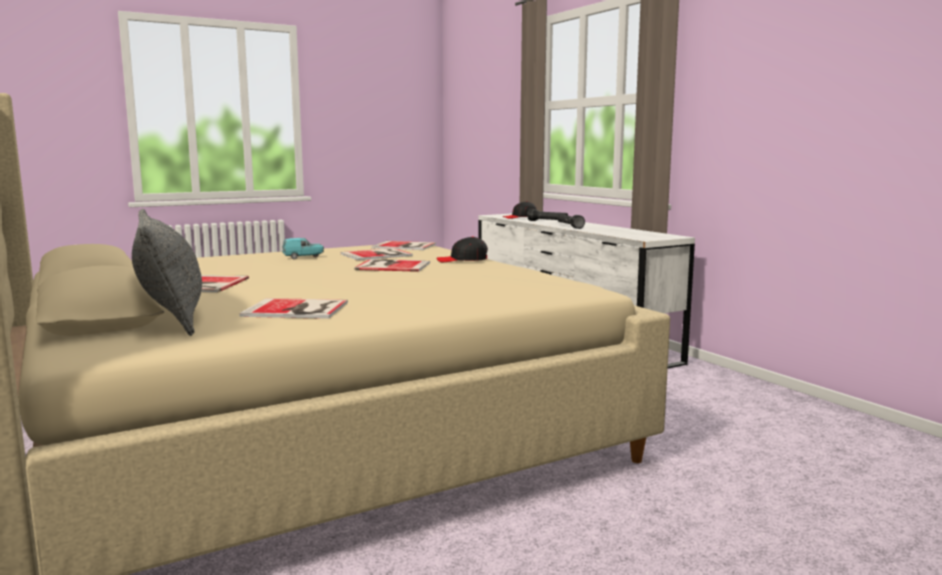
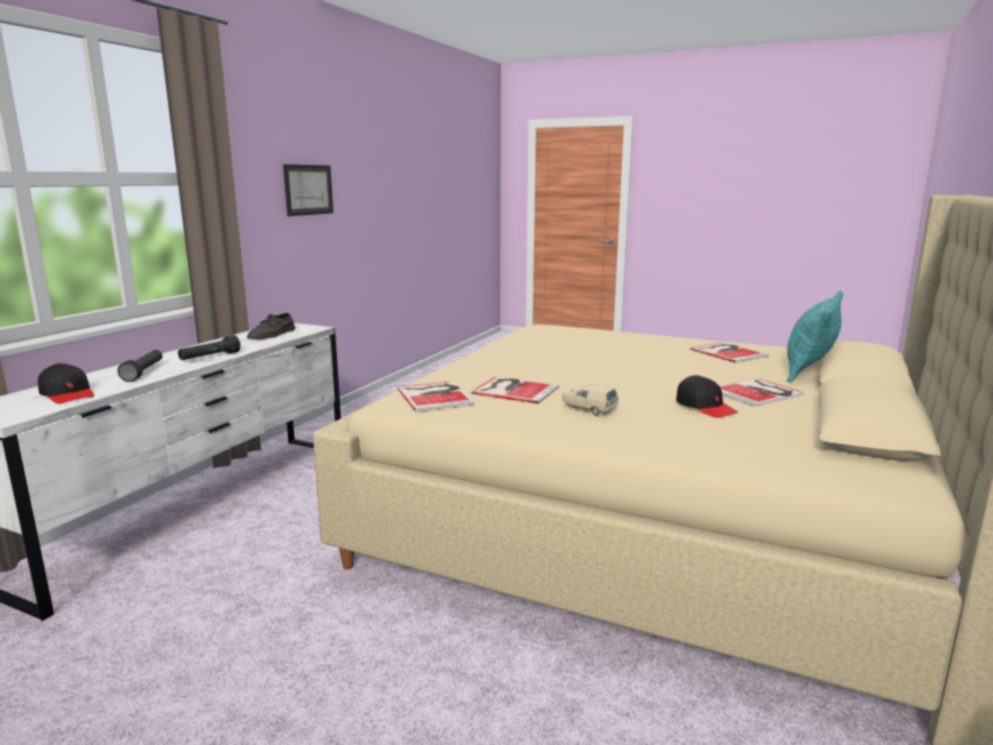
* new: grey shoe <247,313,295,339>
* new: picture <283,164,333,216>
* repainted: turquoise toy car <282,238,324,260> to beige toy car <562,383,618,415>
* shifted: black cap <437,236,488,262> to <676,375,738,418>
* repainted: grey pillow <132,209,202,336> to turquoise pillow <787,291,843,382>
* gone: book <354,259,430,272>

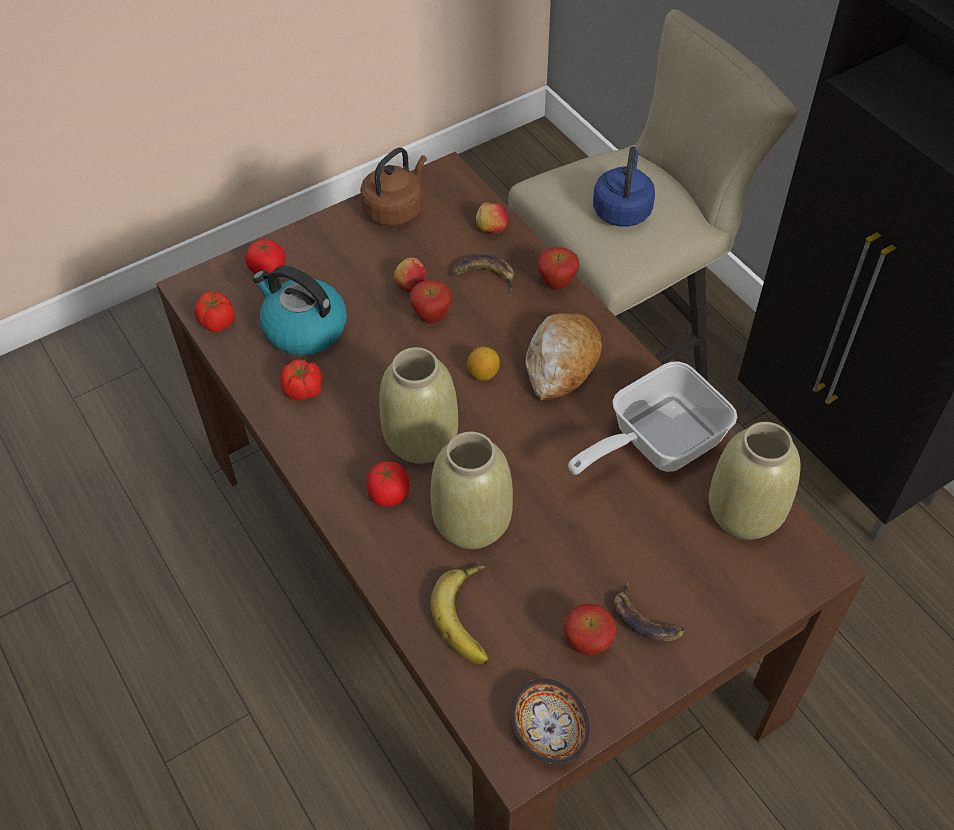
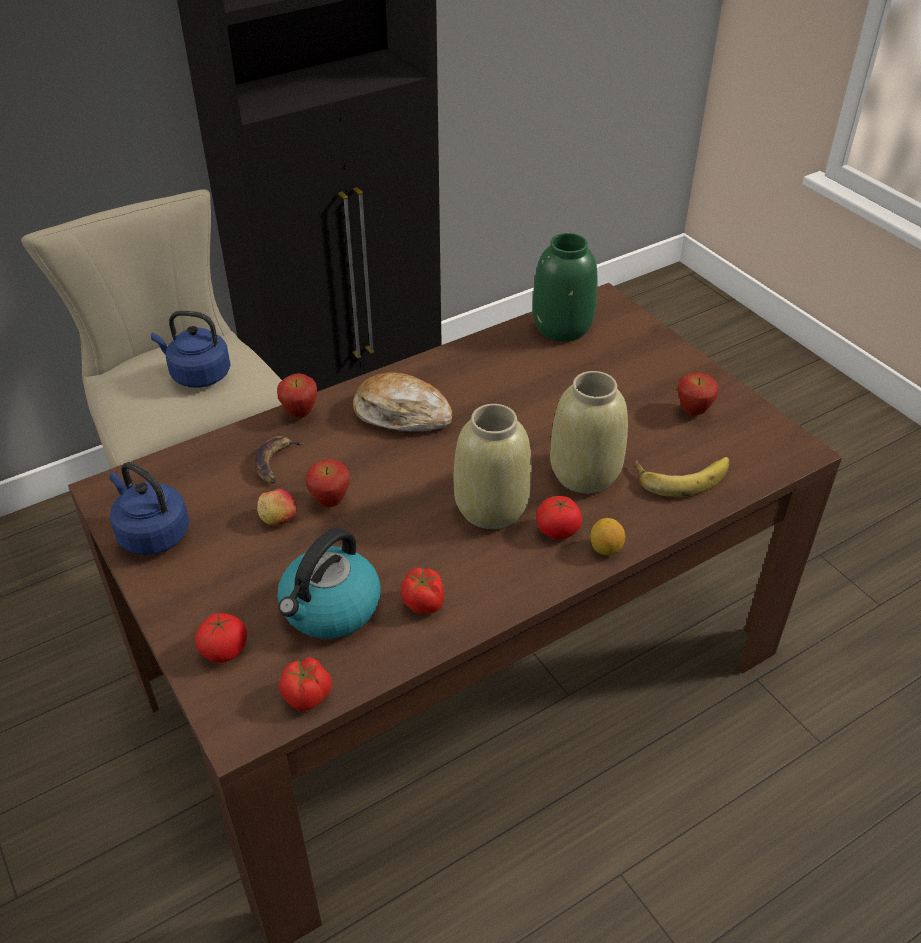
* repainted: brown kettle <360,148,427,226> to blue kettle <109,462,189,555>
* repainted: beige vase <709,422,801,540> to green vase <532,233,598,342>
* shifted: lemon <467,347,500,381> to <590,518,625,556>
* gone: apple <476,202,508,234>
* gone: bowl <511,679,590,764>
* gone: frying pan <568,361,737,475>
* gone: banana <614,582,685,641>

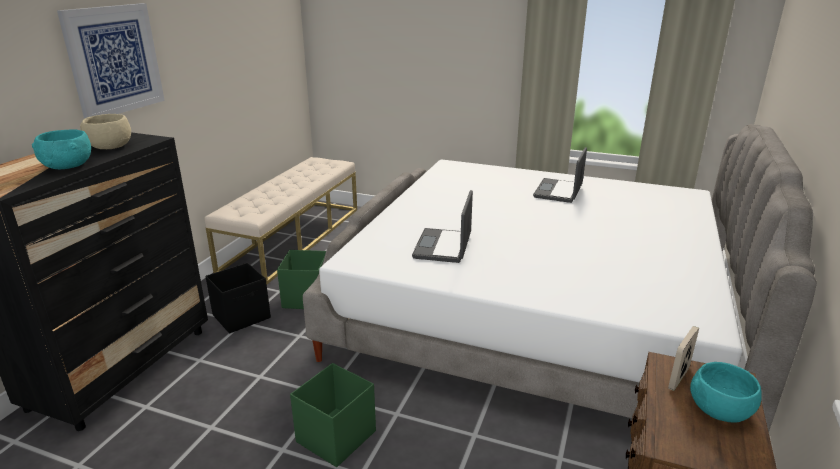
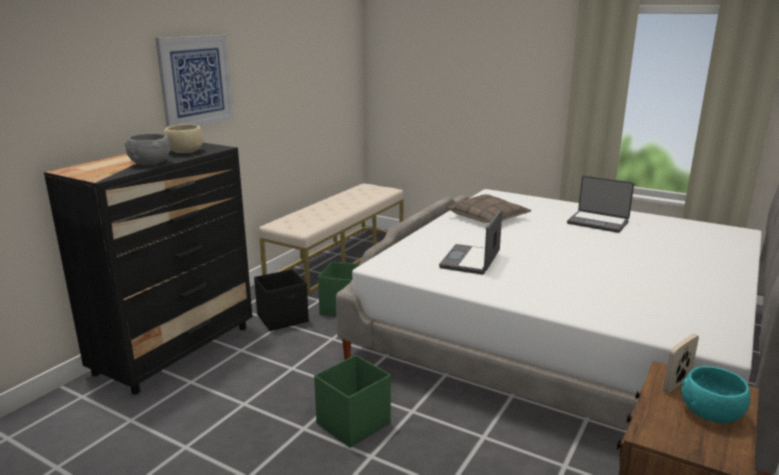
* repainted: turquoise bowl <32,129,91,169> to grey bowl <125,134,170,165>
* new: pillow <447,194,531,223>
* rotated: laptop <533,147,587,203> = <567,176,634,233> 90 degrees counterclockwise

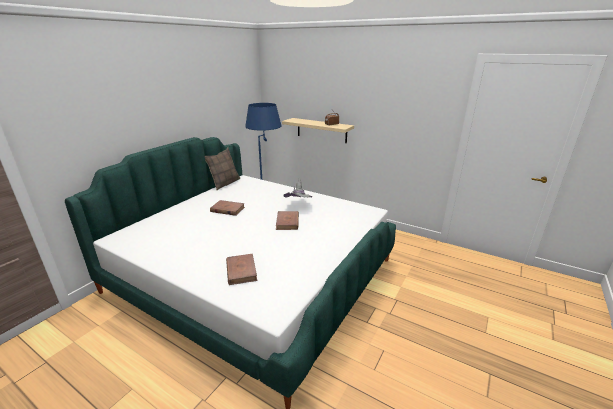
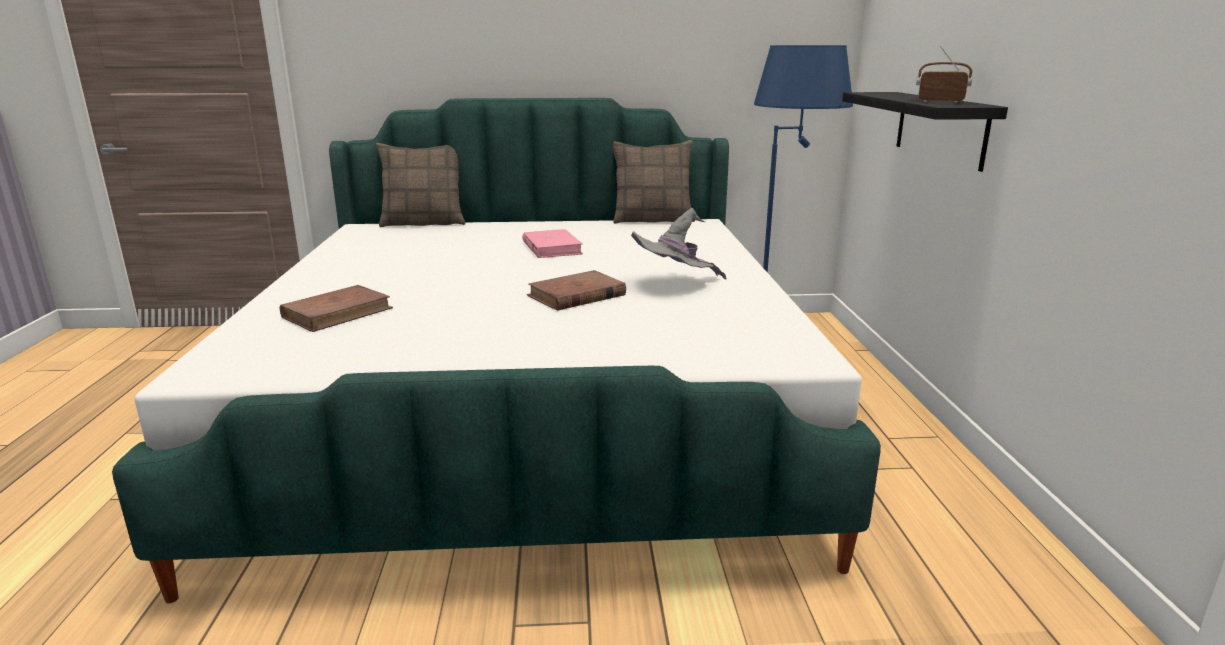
* new: pillow <376,143,465,227>
* repainted: brown book <210,200,245,216> to pink book <522,229,583,258>
* repainted: beige shelf <282,118,354,143> to black shelf <842,92,1008,172>

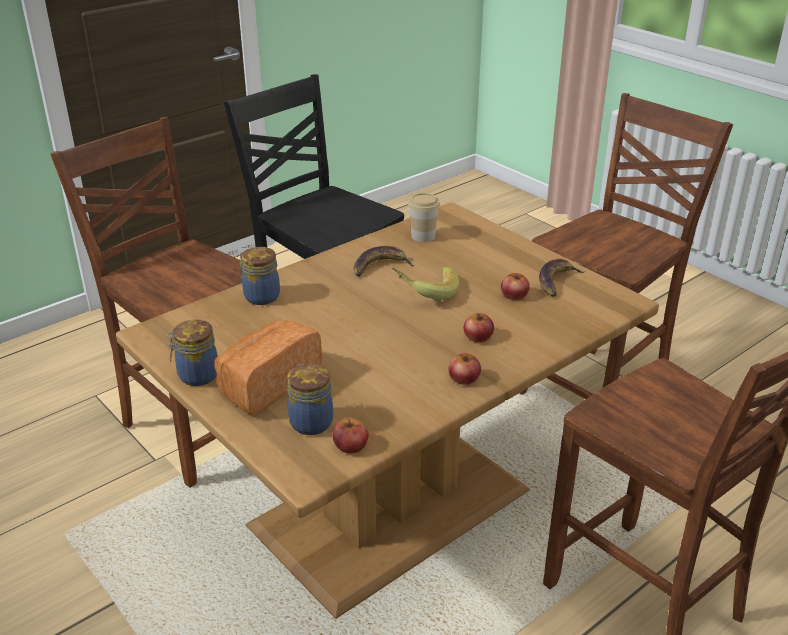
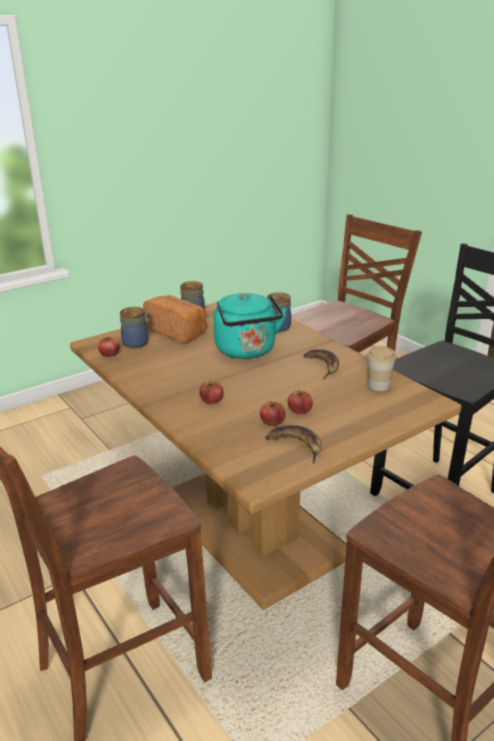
* new: turquoise kettle <213,293,287,359>
* shifted: apple <449,353,481,385> to <288,390,313,414>
* gone: banana <392,266,459,300>

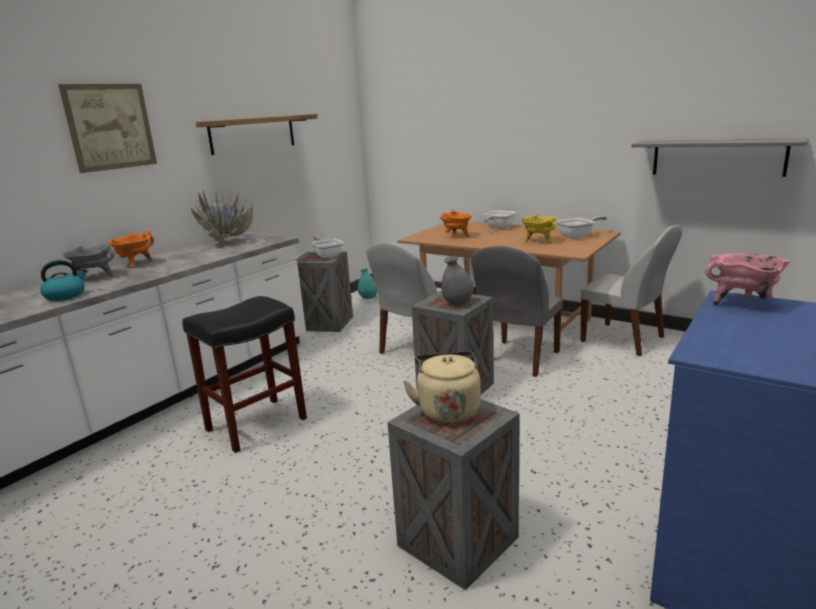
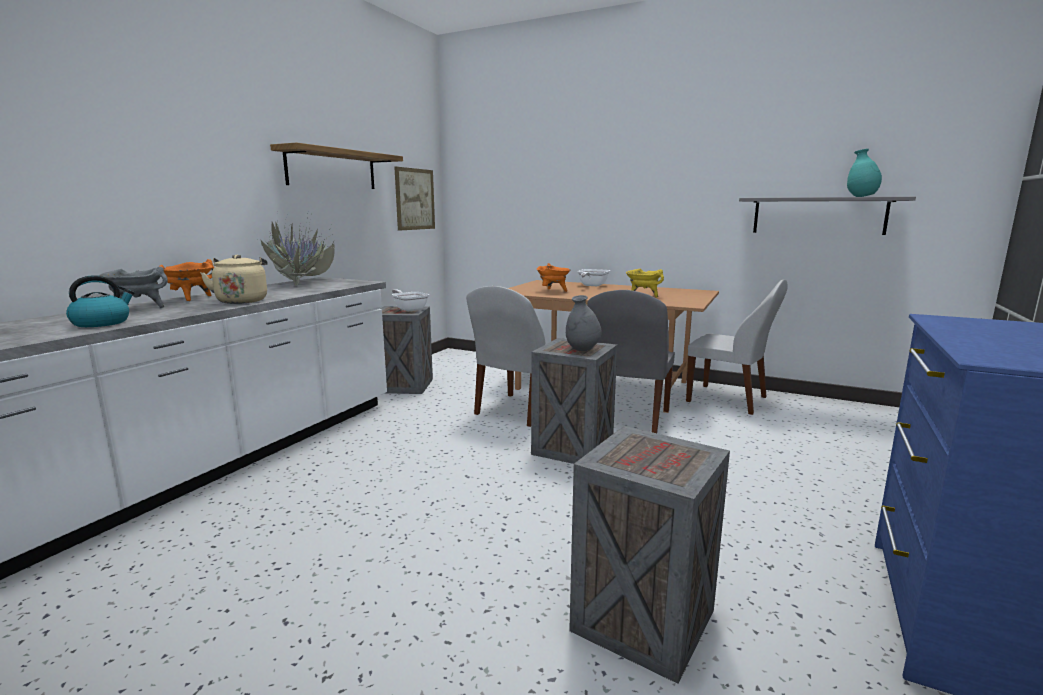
* shifted: beige kettle <403,351,481,423> to <200,255,267,304>
* shifted: picture <58,84,157,173> to <394,167,435,231>
* shifted: turquoise vase <358,268,377,299> to <847,149,882,197>
* gone: black stool <182,296,307,453>
* gone: frying pan <556,216,607,239>
* gone: pink cooking pot <705,253,790,306>

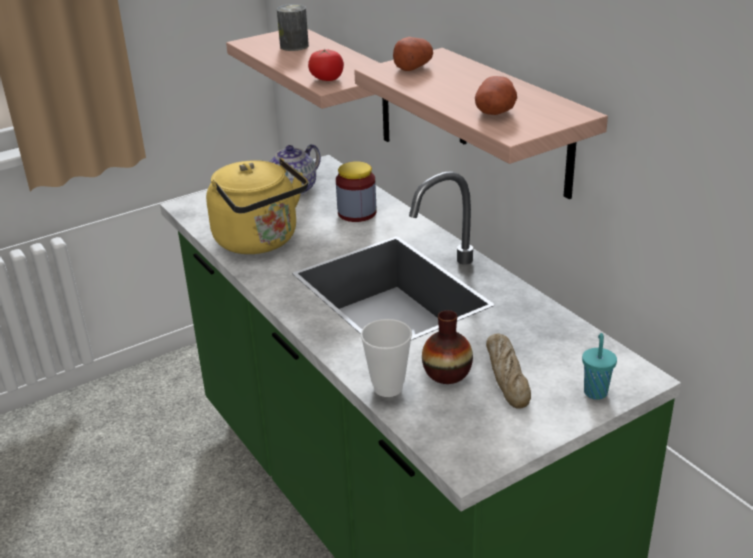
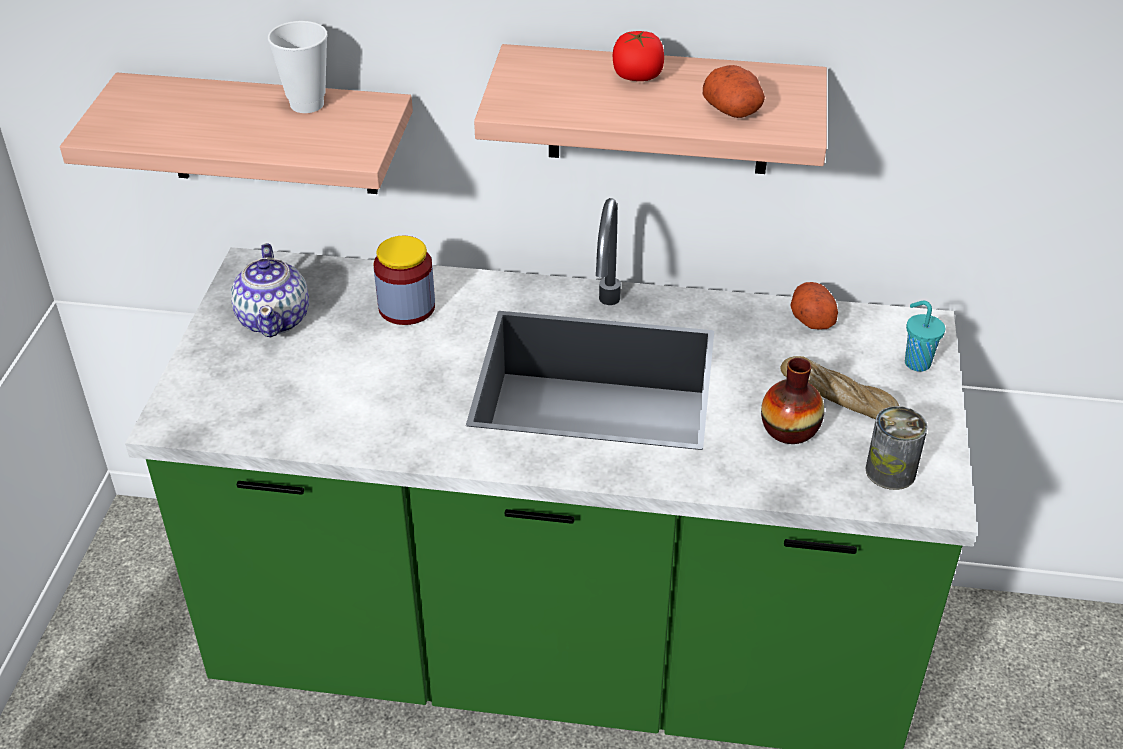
* shifted: cup <361,319,412,397> to <268,21,327,113>
* shifted: tomato <308,49,344,81> to <612,31,664,81>
* shifted: potato <393,37,433,71> to <790,282,838,330>
* shifted: can <277,4,309,51> to <866,406,928,490>
* gone: yellow kettle <206,158,308,254>

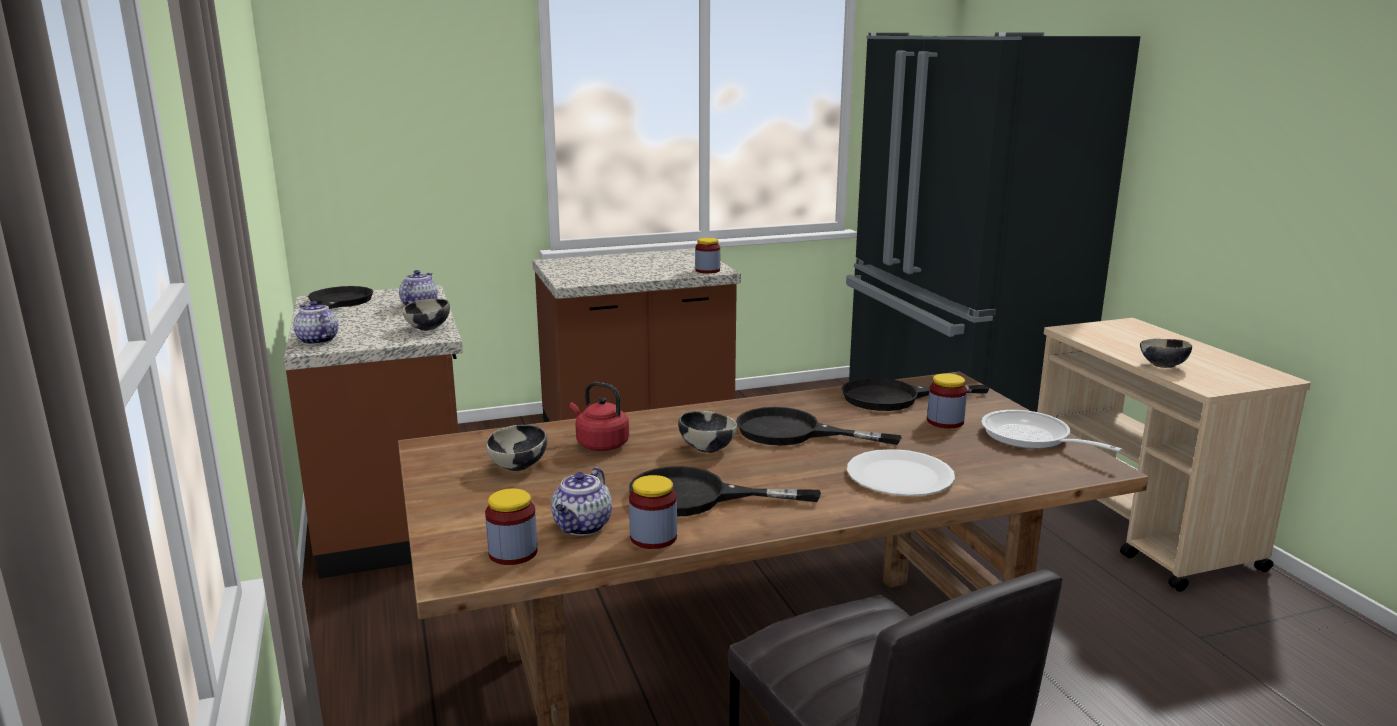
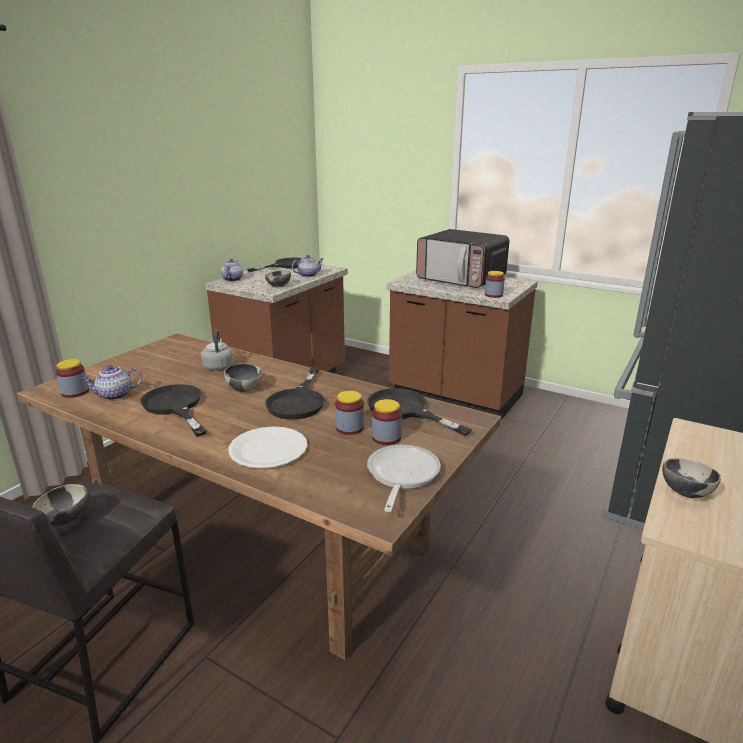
* shifted: bowl <486,425,547,471> to <32,484,89,526>
* repainted: red kettle <570,382,629,451> to grey kettle <201,329,234,371>
* rotated: black frying pan <736,407,901,445> = <265,367,324,420> 150 degrees counterclockwise
* shifted: jar <629,475,677,549> to <335,391,364,435>
* new: microwave <416,229,509,288>

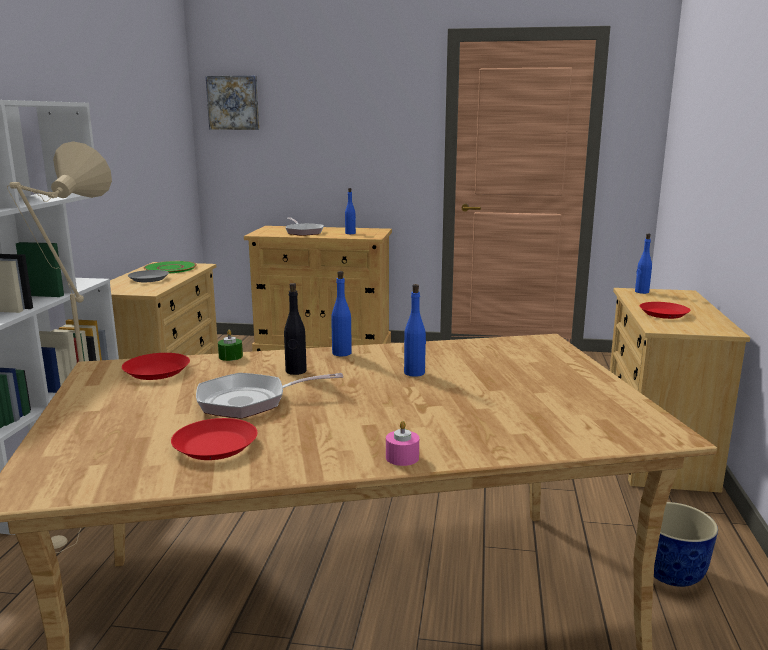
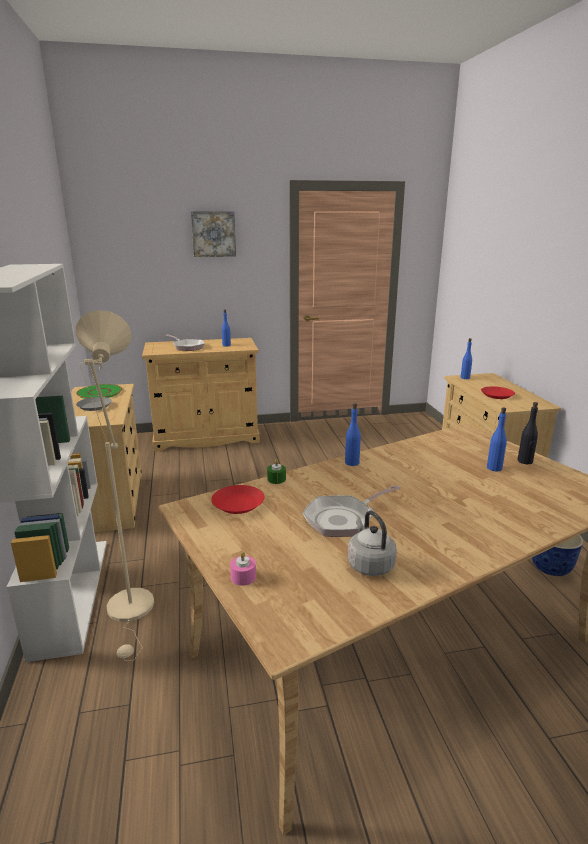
* shifted: picture <206,76,259,130> to <191,211,236,257>
* shifted: pink candle <386,421,419,466> to <230,552,256,586>
* swapped: red plate <171,418,257,460> to grey kettle <348,510,397,576>
* shifted: blue bottle <404,284,426,377> to <487,407,507,471>
* shifted: black bottle <284,283,307,375> to <518,402,538,464>

